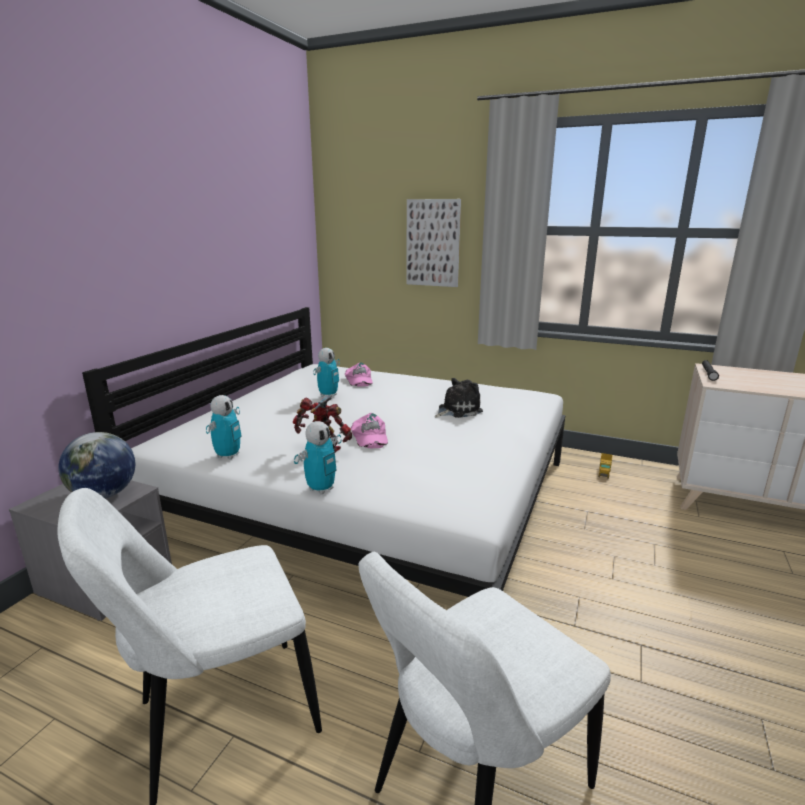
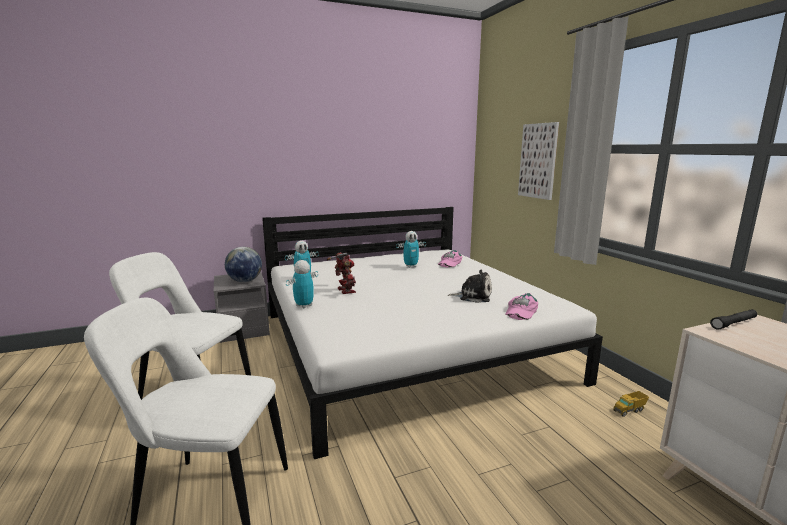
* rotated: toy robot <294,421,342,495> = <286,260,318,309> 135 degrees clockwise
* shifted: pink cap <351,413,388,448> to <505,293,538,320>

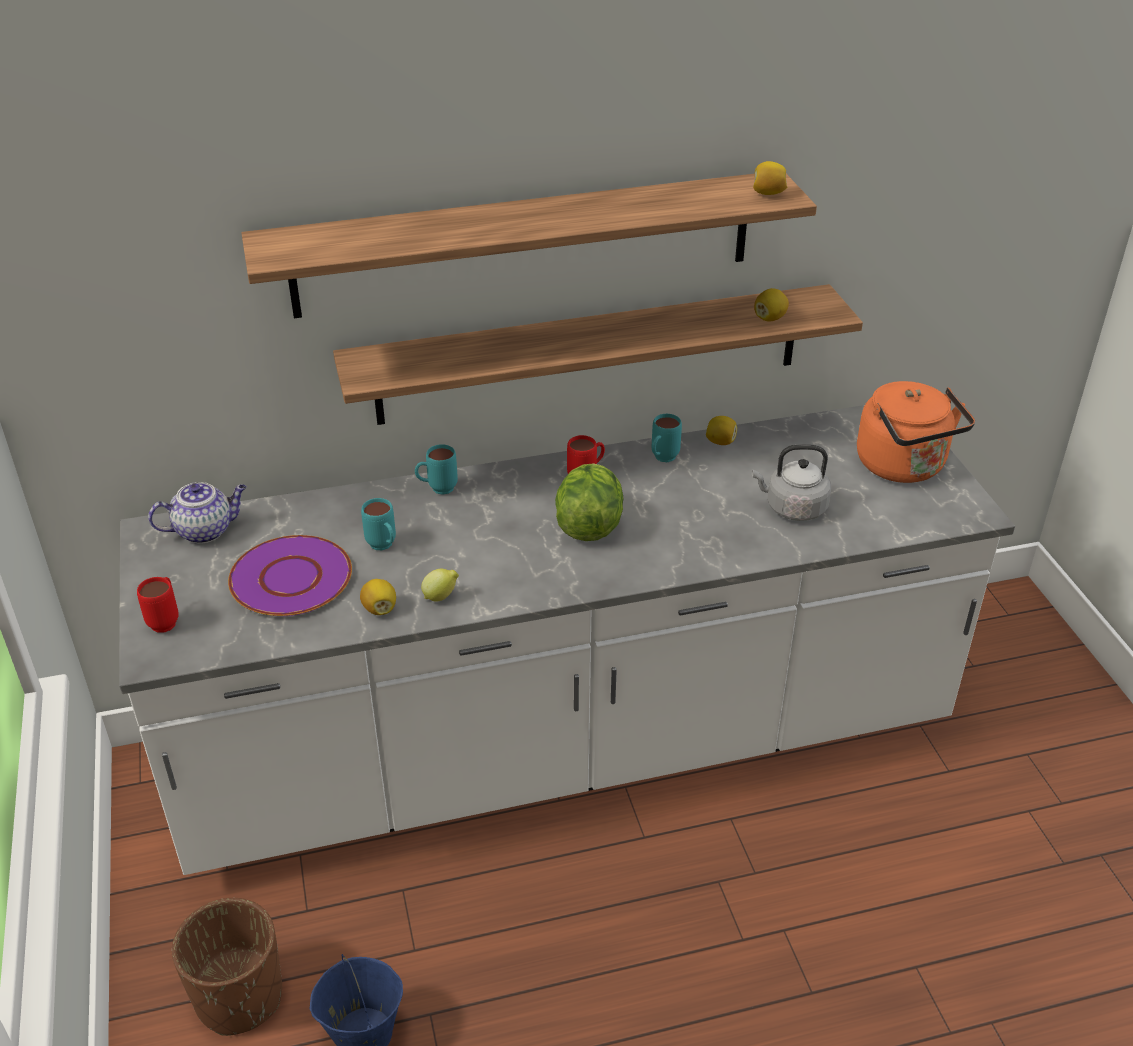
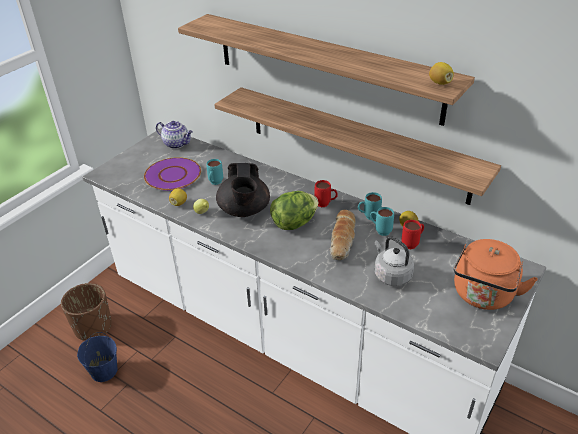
* new: black teapot <216,163,270,217>
* new: bread <330,210,356,260>
* shifted: turquoise mug <415,444,458,495> to <370,207,394,236>
* shifted: red mug <137,577,179,633> to <401,220,424,249>
* gone: lemon <754,288,789,321>

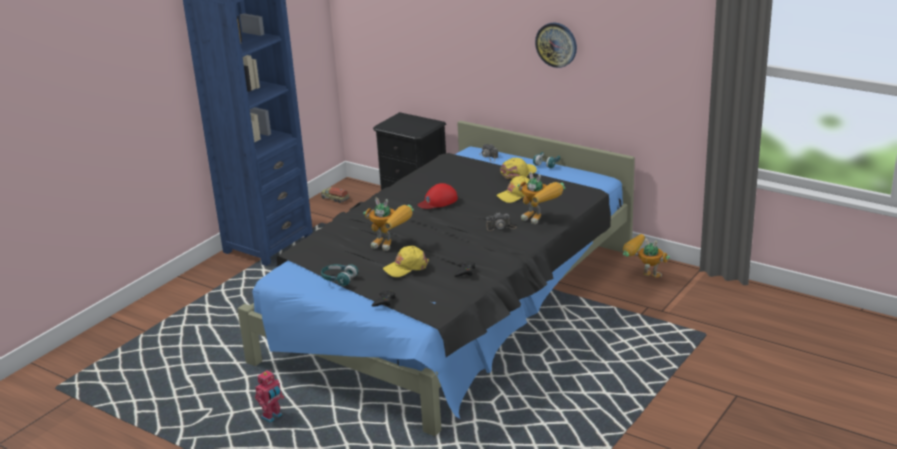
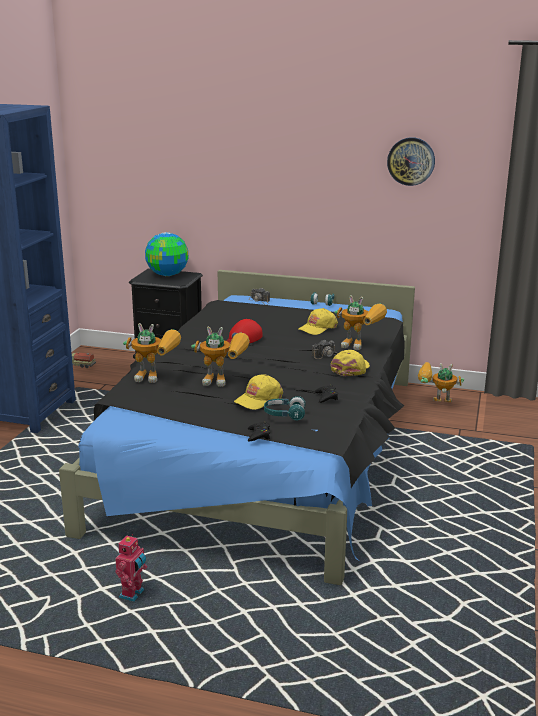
* new: toy robot <123,323,181,383>
* new: globe <145,232,188,276>
* shifted: turquoise headphones <321,264,358,286> to <264,396,306,421>
* shifted: yellow cap <500,158,537,179> to <330,350,370,377>
* shifted: wall clock <535,23,577,68> to <387,137,435,186>

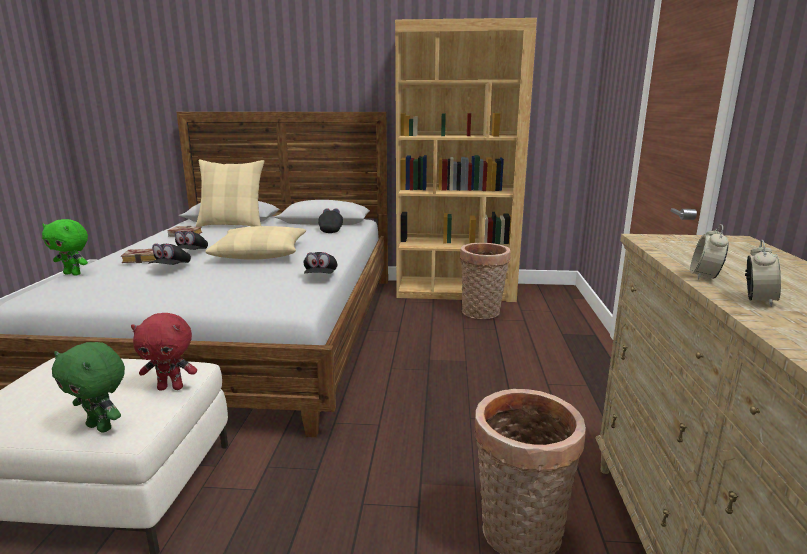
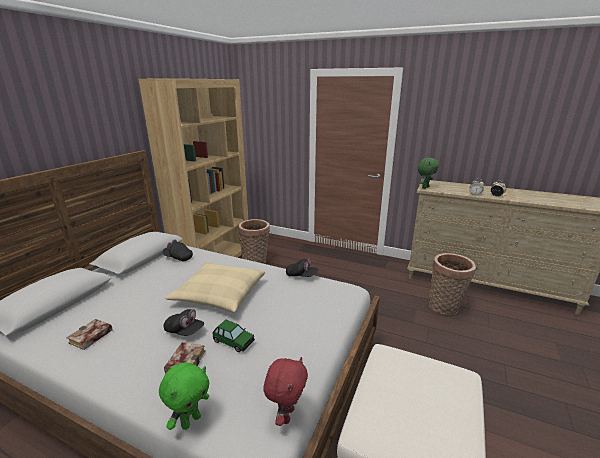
* swapped: black cap <149,243,191,265> to toy car <212,320,255,352>
* shifted: red plush toy <131,313,197,391> to <263,357,308,426>
* shifted: green plush toy <52,342,125,433> to <418,158,439,189>
* gone: beige pillow <196,160,264,227>

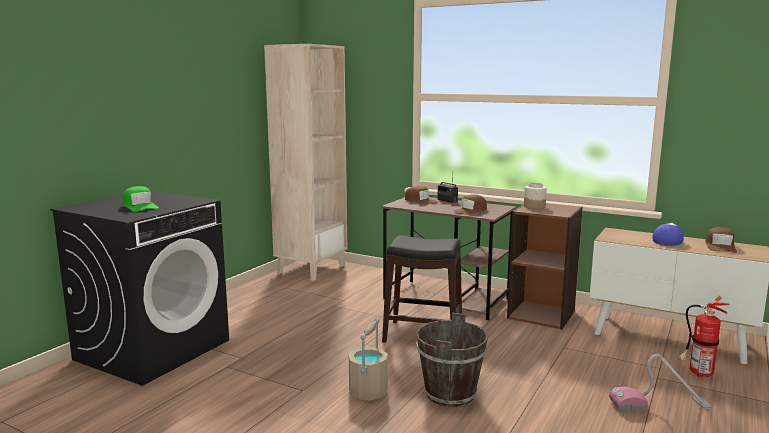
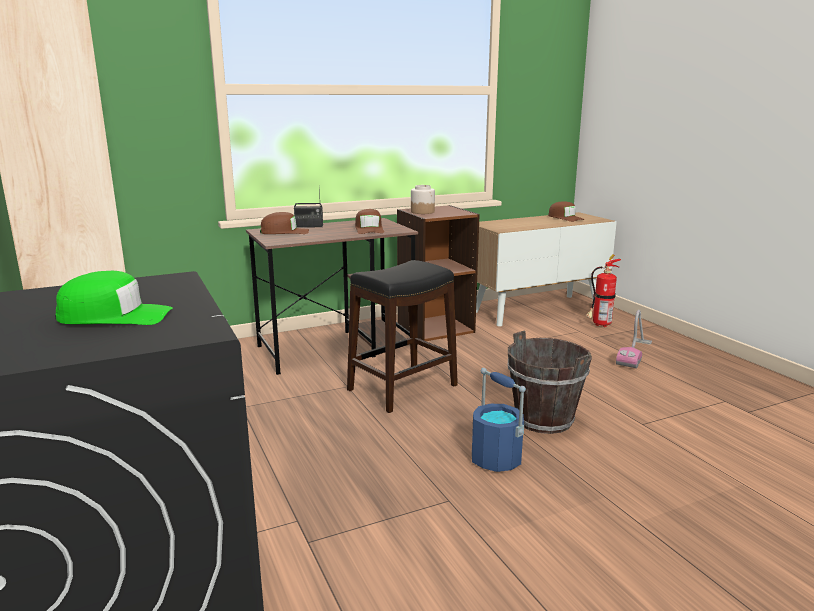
* repainted: beige bucket <349,319,388,401> to blue bucket <472,368,526,472>
* gone: cap <652,223,684,246>

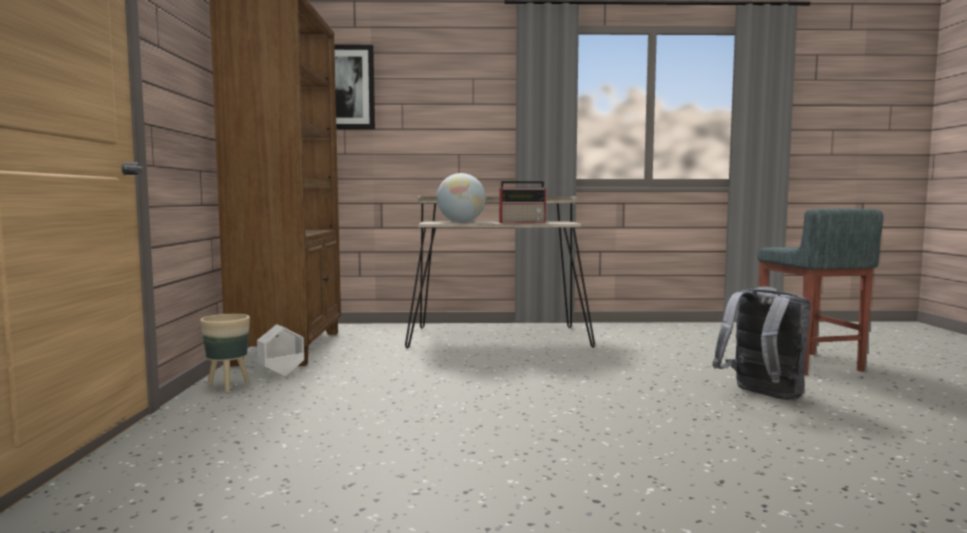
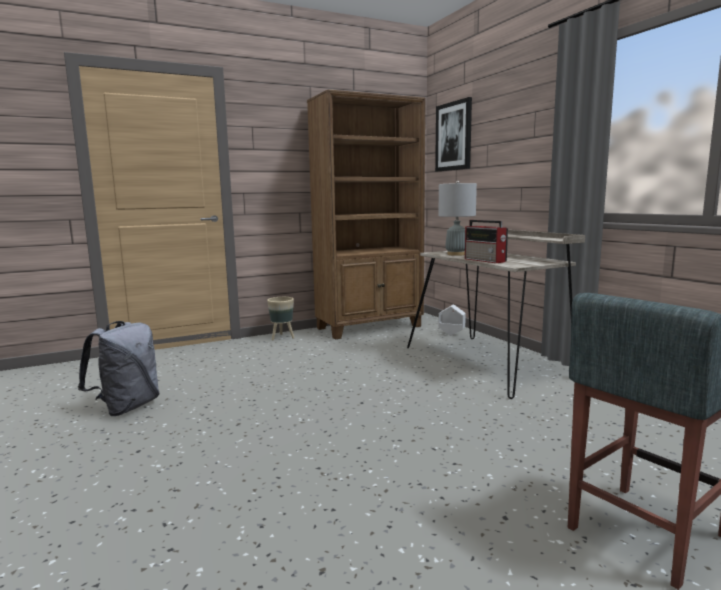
* shifted: grey backpack <712,286,811,400> to <78,321,160,416>
* swapped: globe <437,173,486,223> to grey table lamp <438,181,477,256>
* shifted: white planter <257,324,304,376> to <438,304,466,336>

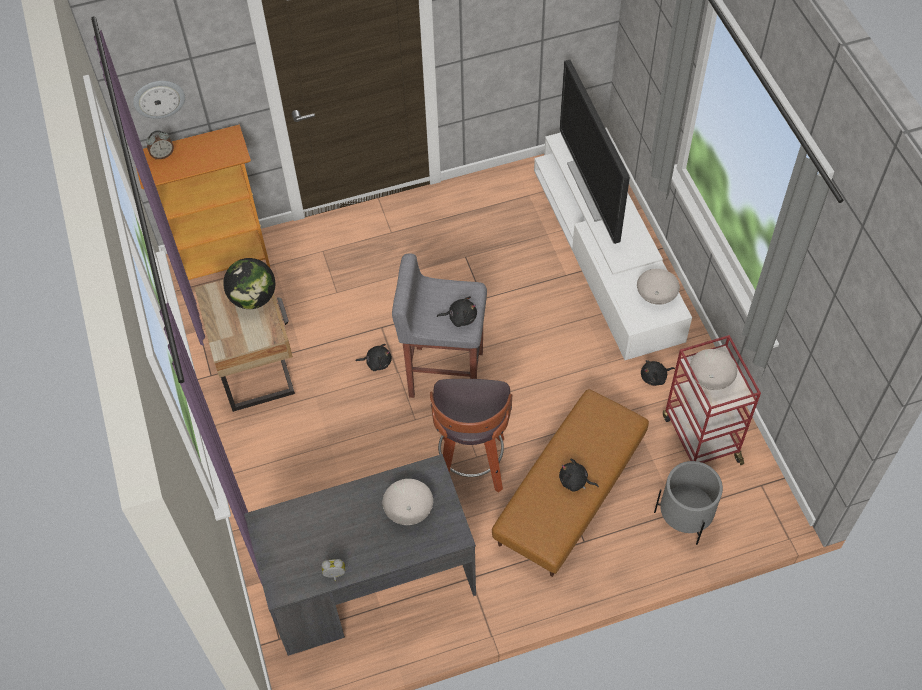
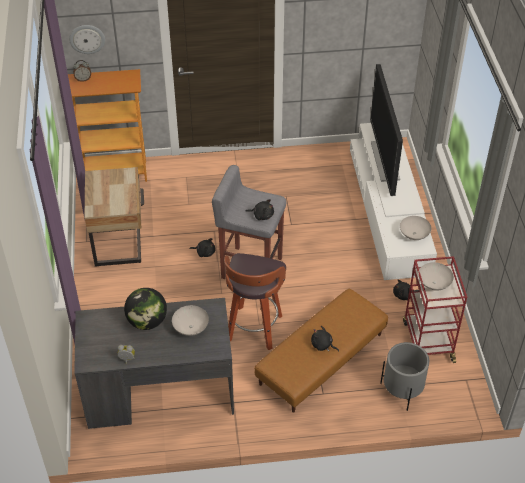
* shifted: globe <223,258,275,309> to <124,288,167,330>

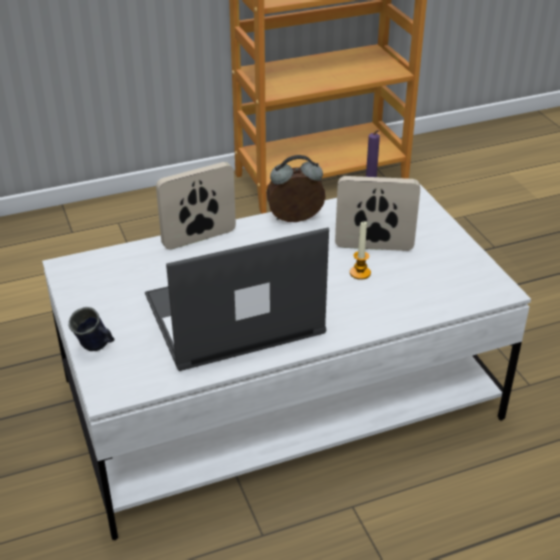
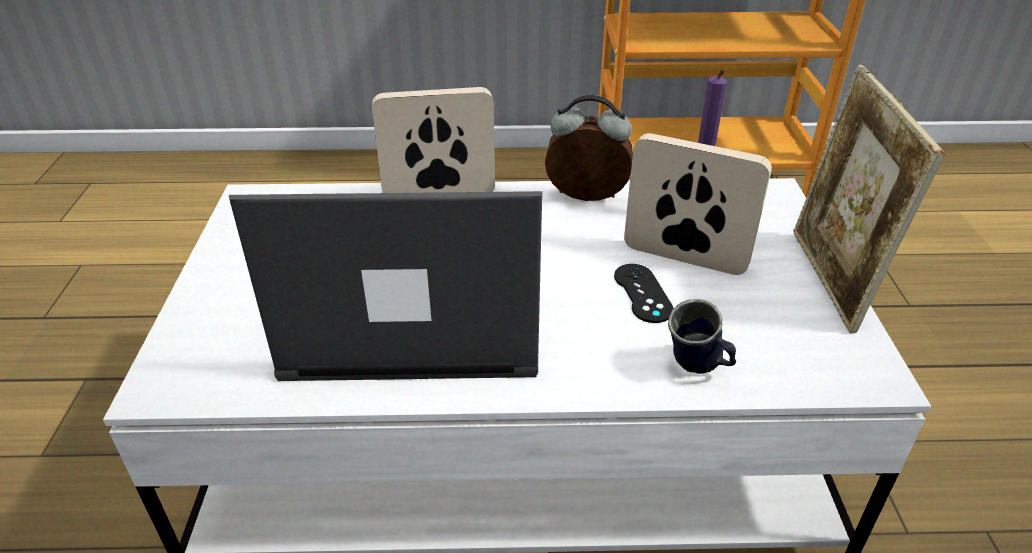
* swapped: candle <350,221,371,280> to black game controller <614,264,674,323>
* shifted: blue mug <69,307,115,351> to <668,299,736,374>
* new: picture frame <793,65,945,333>

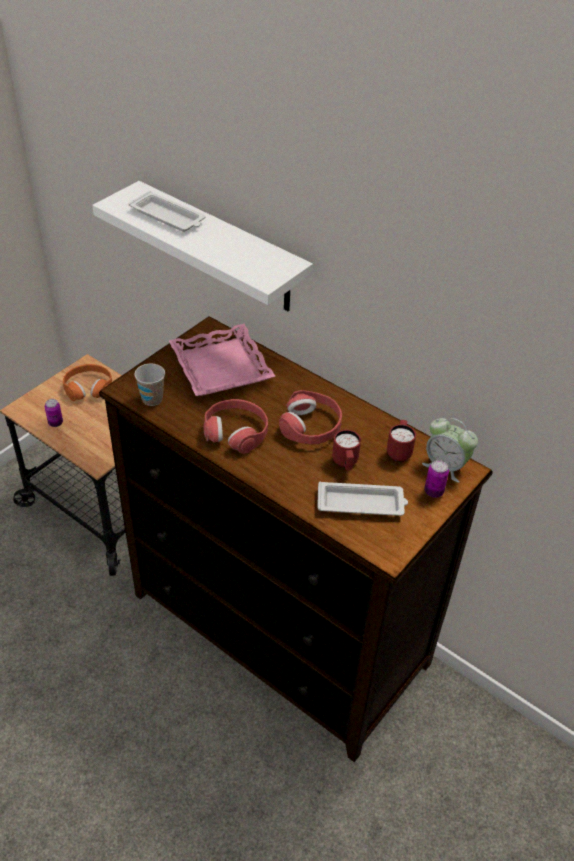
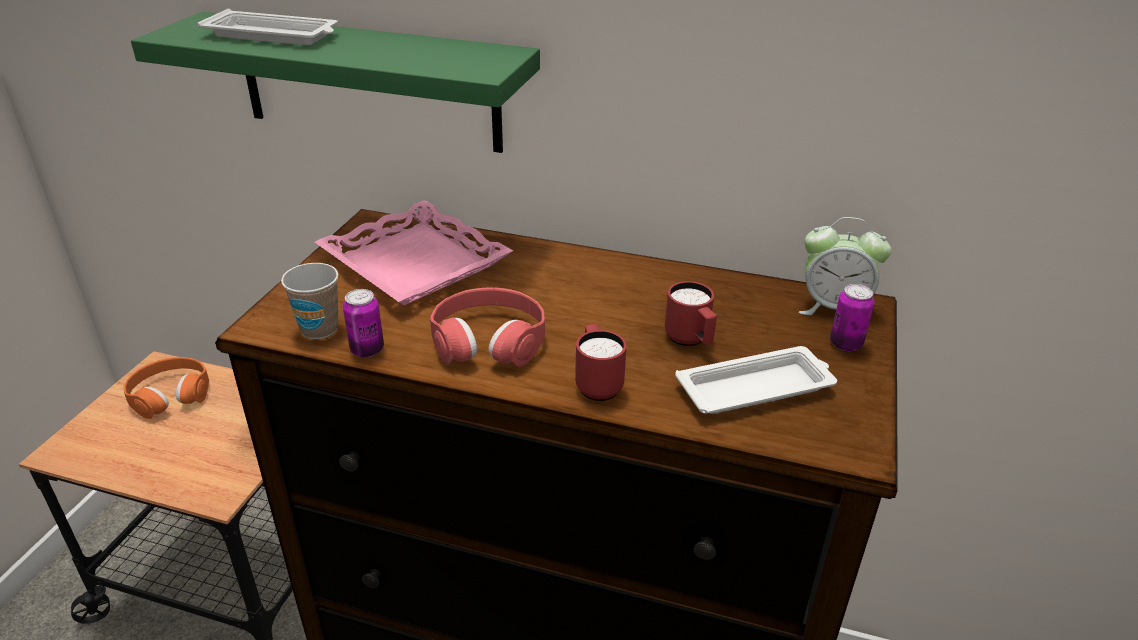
* repainted: white shelf <92,181,313,311> to green shelf <131,12,540,153>
* shifted: can <45,399,63,427> to <343,289,384,357>
* shifted: red mug <387,420,416,462> to <575,324,627,401>
* gone: red headphones <279,390,342,445>

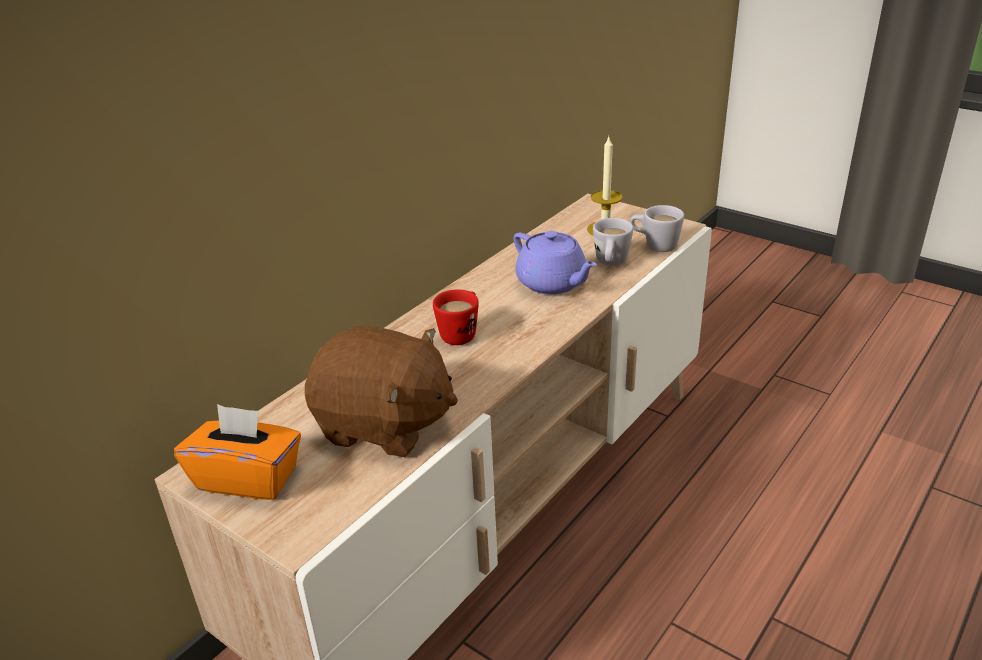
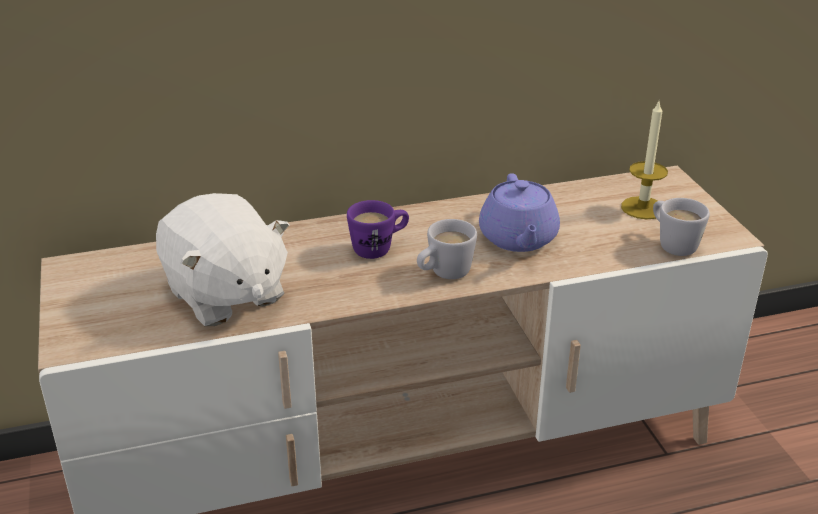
* repainted: brown plush toy <305,325,458,457> to white plush toy <156,193,290,326>
* repainted: red mug <433,290,479,345> to purple mug <347,200,409,259>
* shifted: white mug <593,218,633,266> to <417,219,477,279>
* gone: orange tissue box <174,404,301,500>

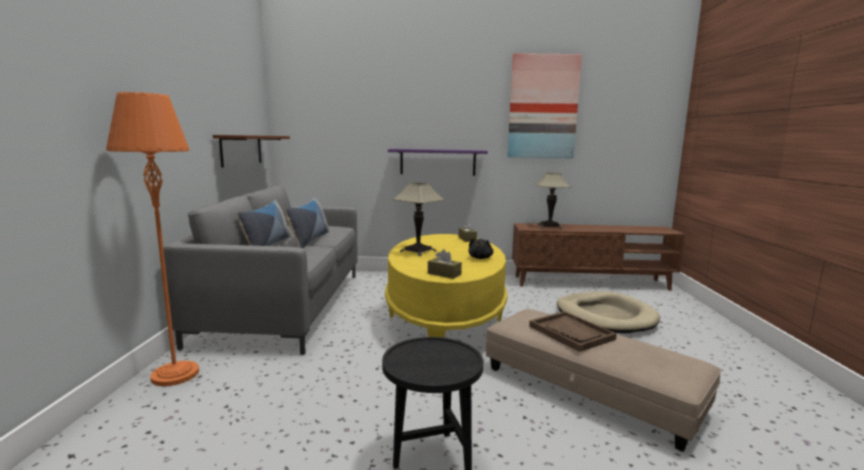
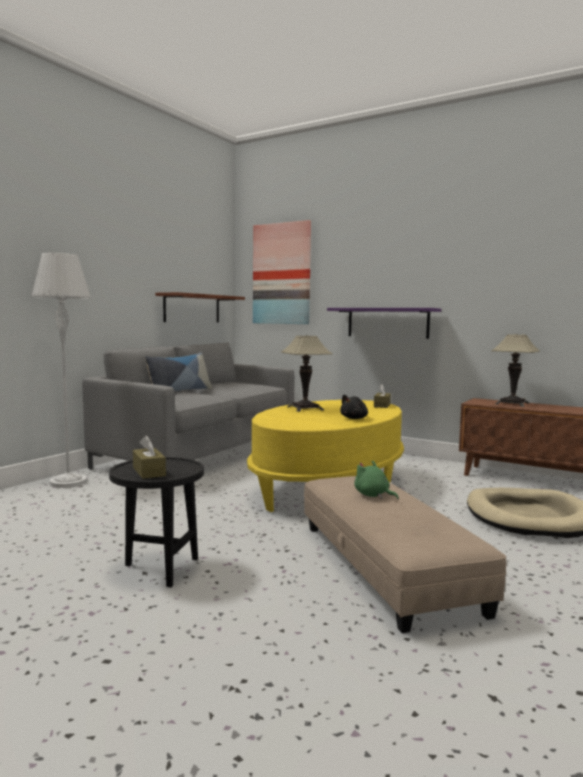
* repainted: orange floor lamp <106,92,199,386> to grey floor lamp <31,253,91,488>
* shifted: brown tissue box <428,249,462,279> to <133,435,166,479>
* shifted: picture <507,53,582,158> to <253,220,311,324>
* swapped: brown tray <529,311,617,352> to green plush toy <354,460,399,500>
* gone: pillow <285,197,330,248>

